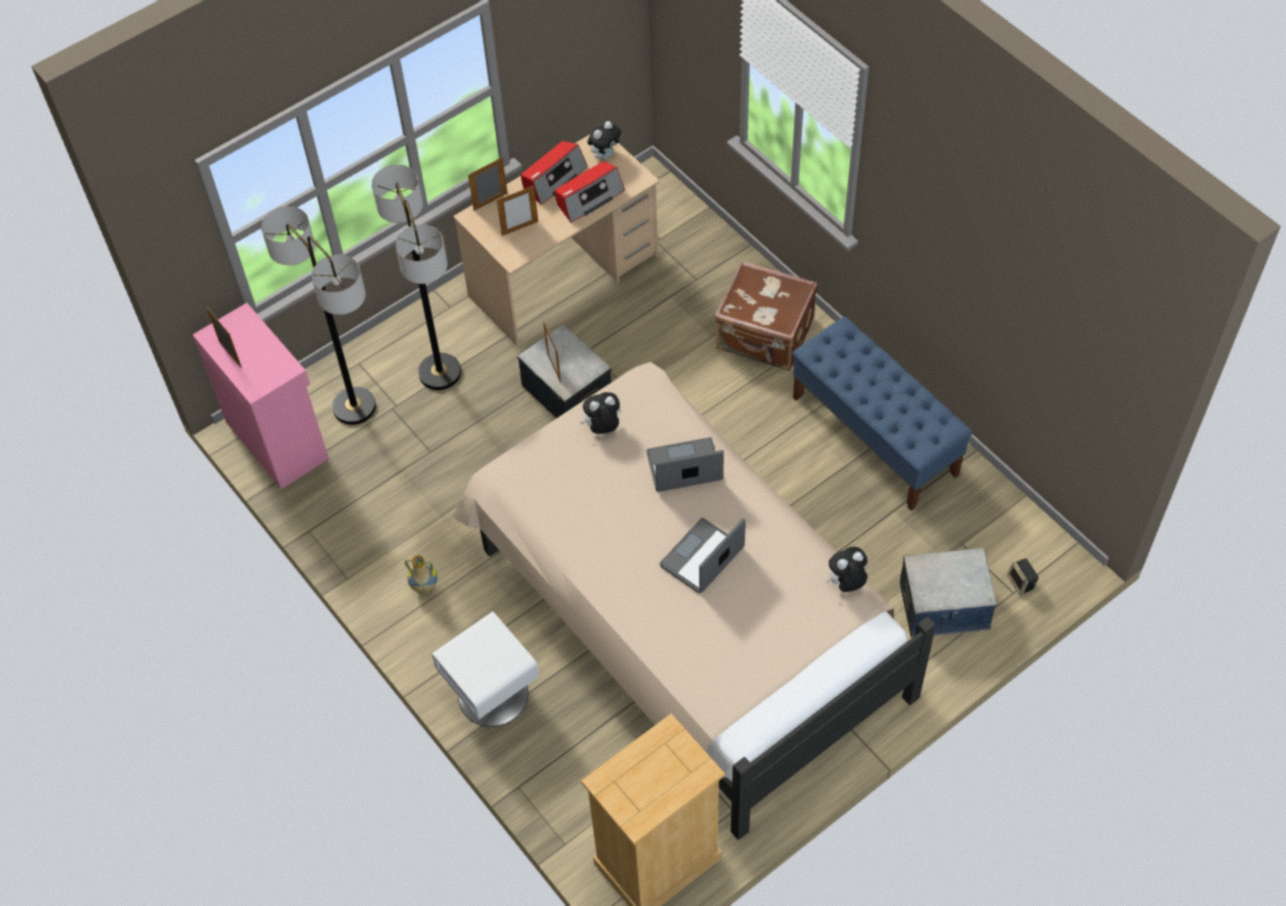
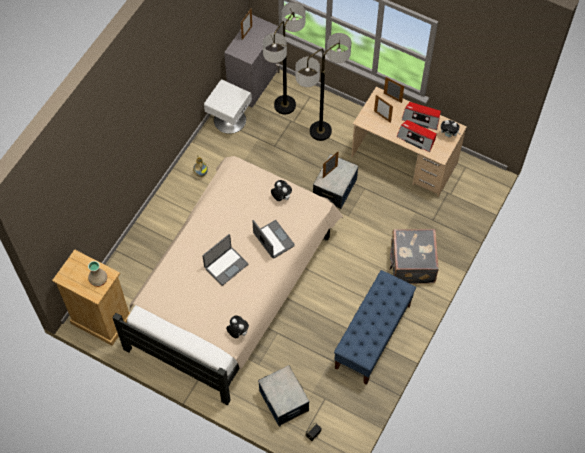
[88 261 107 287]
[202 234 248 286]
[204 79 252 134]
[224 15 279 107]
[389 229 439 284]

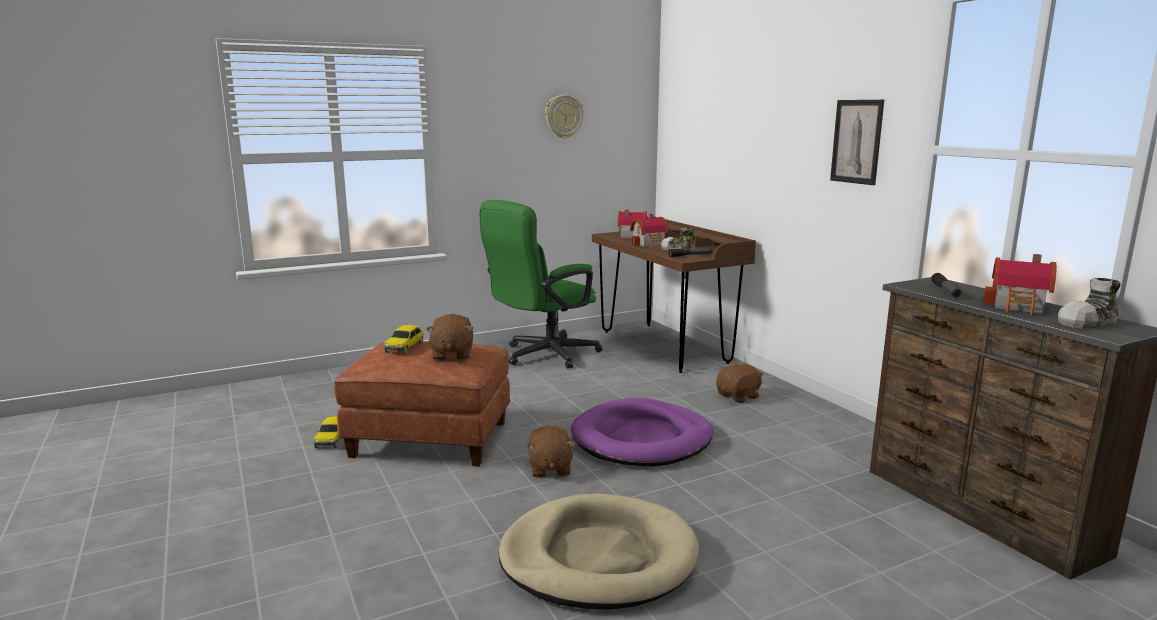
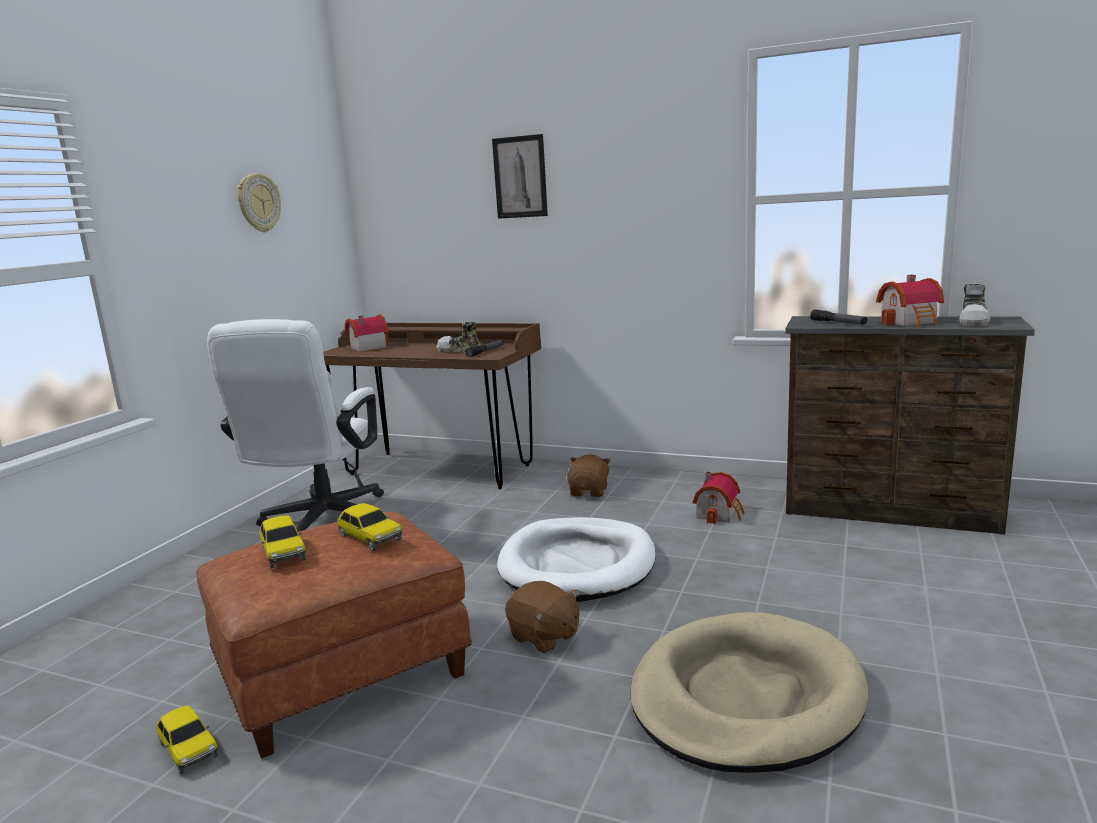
[207 319 384 532]
[337 503 402 551]
[492 134 548 219]
[497 517 656 602]
[693 471 745 524]

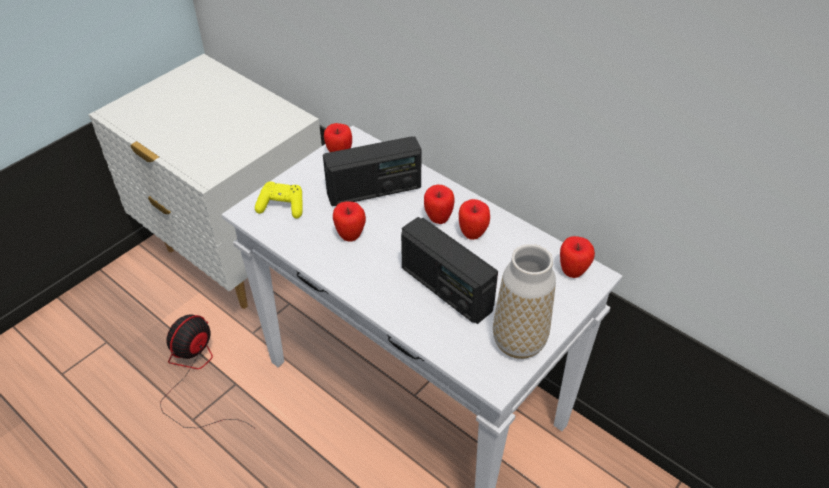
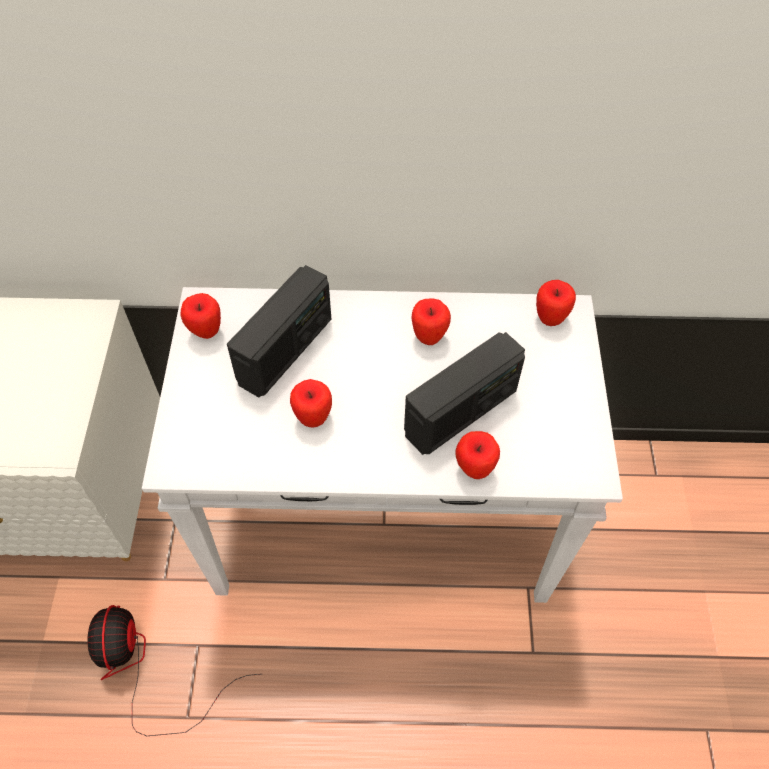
[404 332 525 455]
[456 431 500 479]
[255 181 303 219] (first image)
[493 244 556 359] (first image)

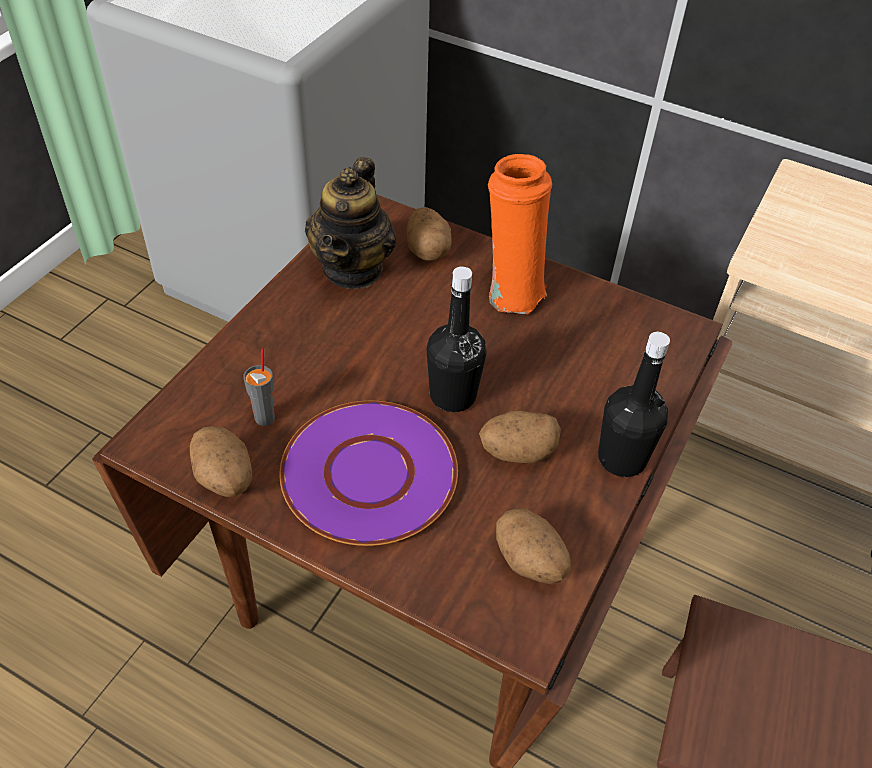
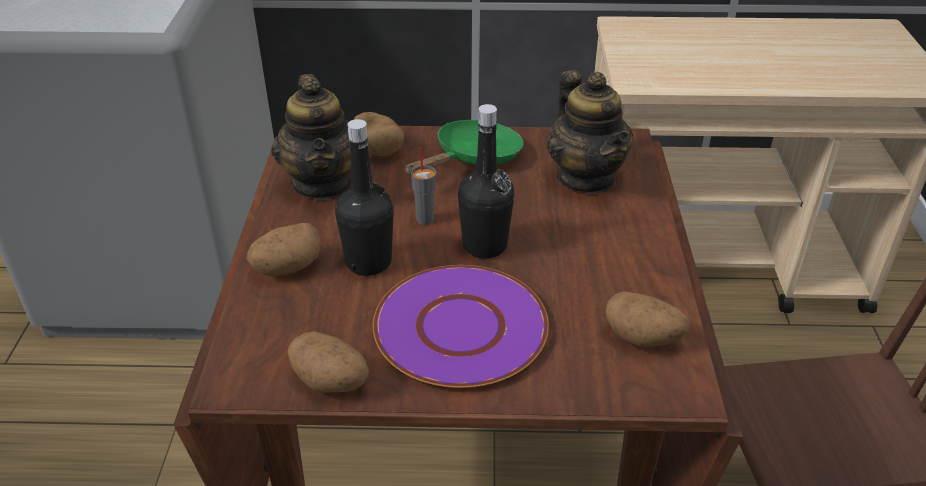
[246 223 321 277]
[335 119 394 276]
[404 120 524 175]
[411 148 436 225]
[547 70 633 194]

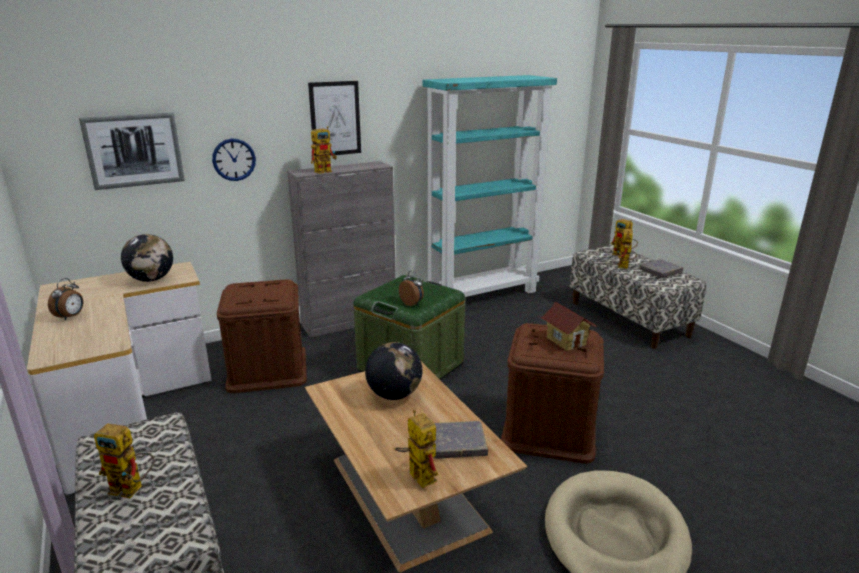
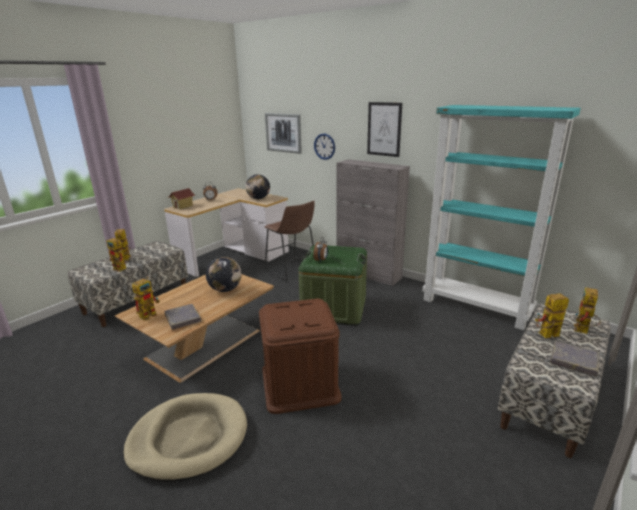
[106 238 131 272]
[168 188 195 209]
[265 201 315 281]

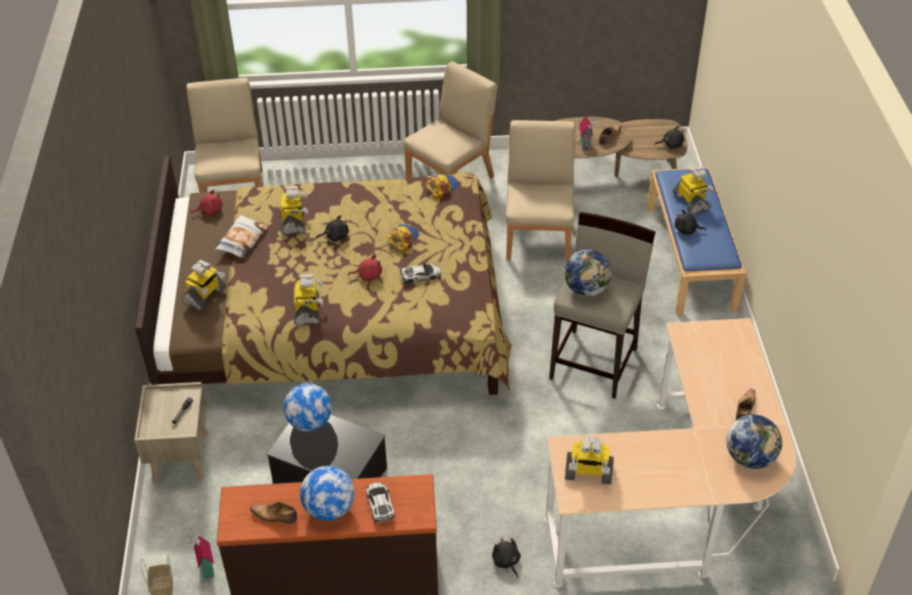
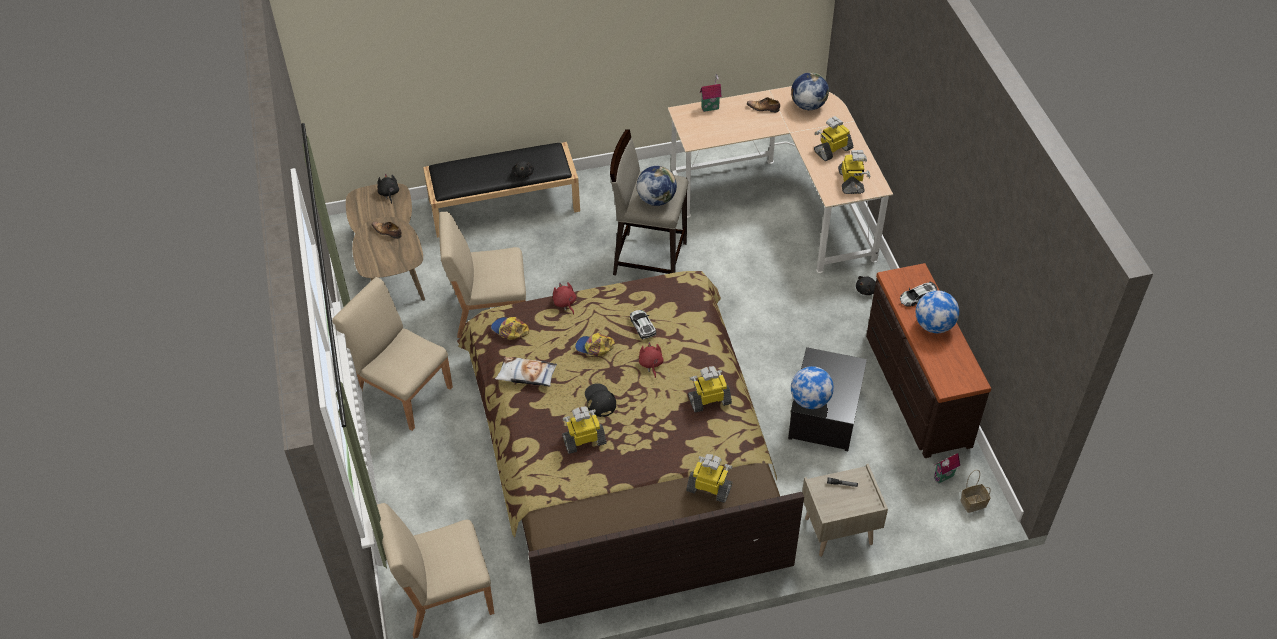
[423 142 580 238]
[495 357 557 387]
[553 282 577 314]
[585 383 616 417]
[700 74 722 112]
[814 116 854 161]
[250 502 297 524] (first image)

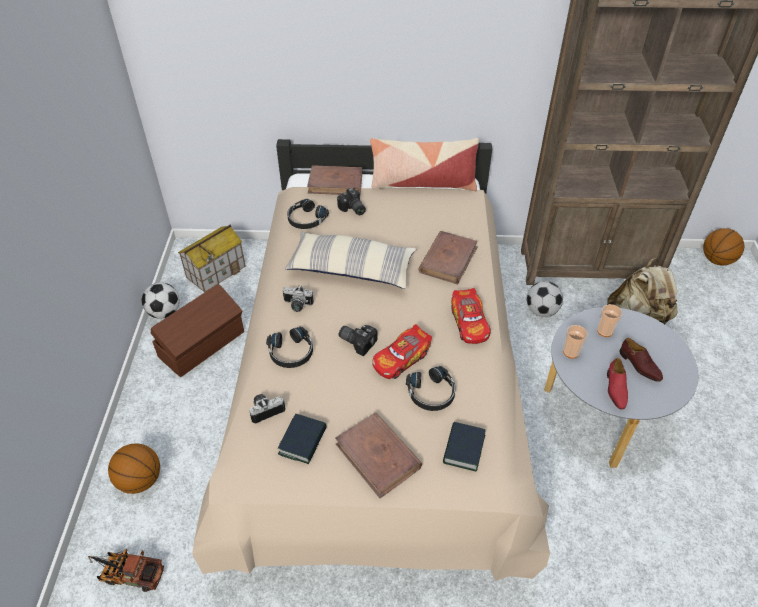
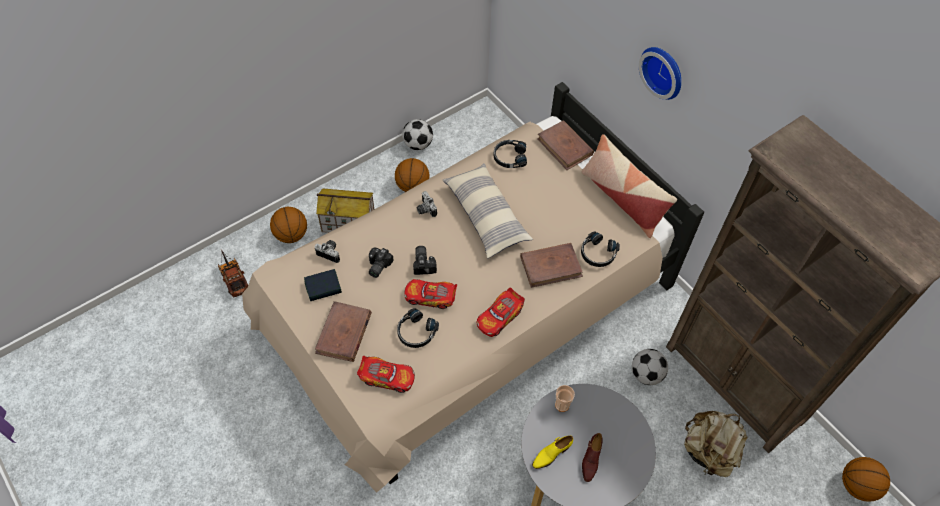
[316 188 374 233]
[357 356 415 393]
[369 248 394 278]
[395 158 429 192]
[532 436 573 469]
[581 231 620 267]
[639 47 681 100]
[597 304 622 337] (first image)

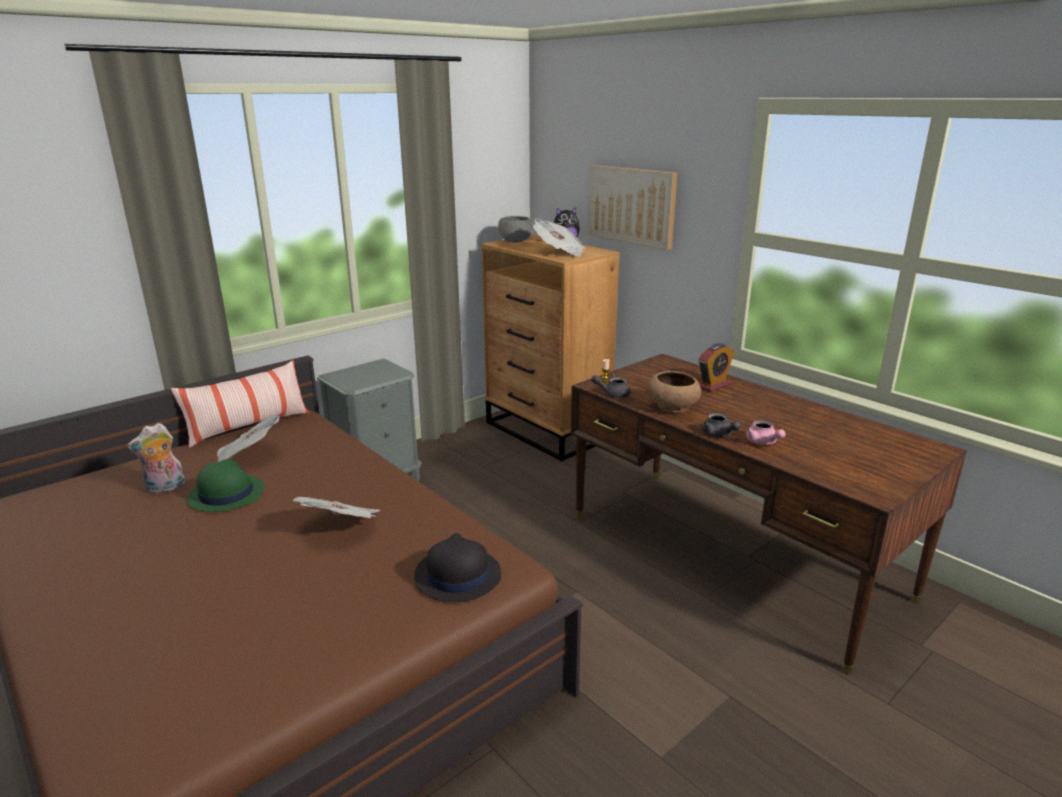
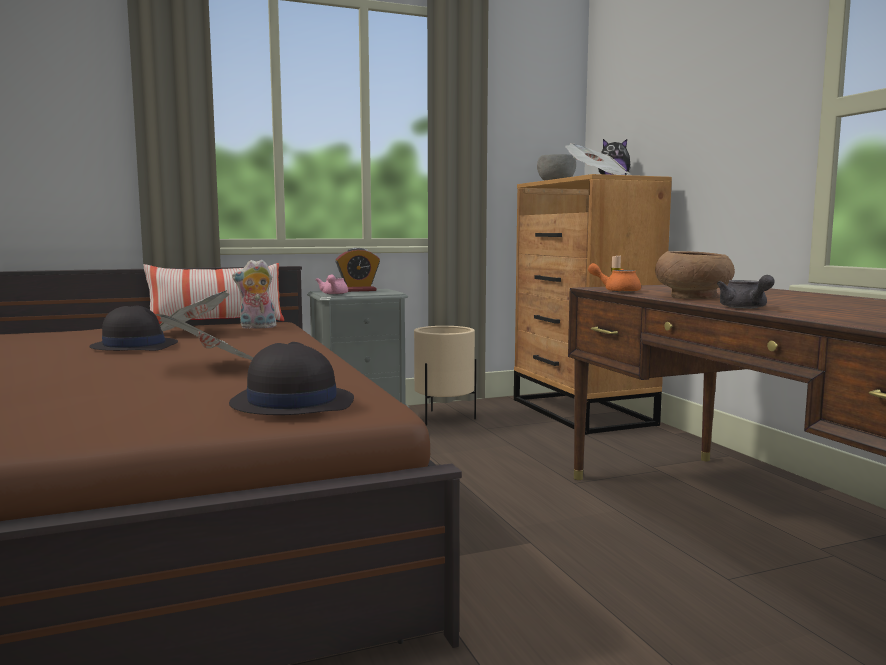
[89 306 178 351]
[232 260 278 329]
[316 275 348 295]
[335 248 380 292]
[414 326 476 426]
[588 263 641 293]
[589 165 678 250] (first image)

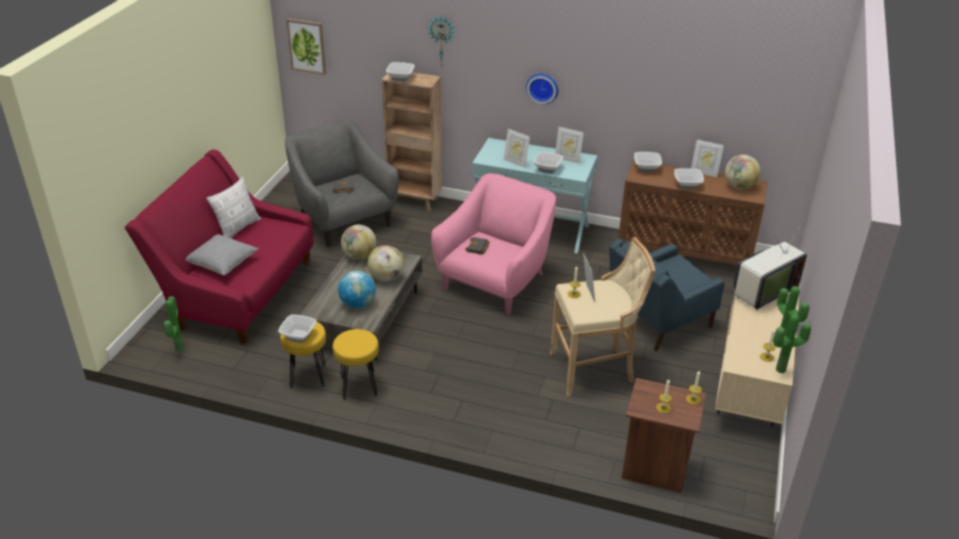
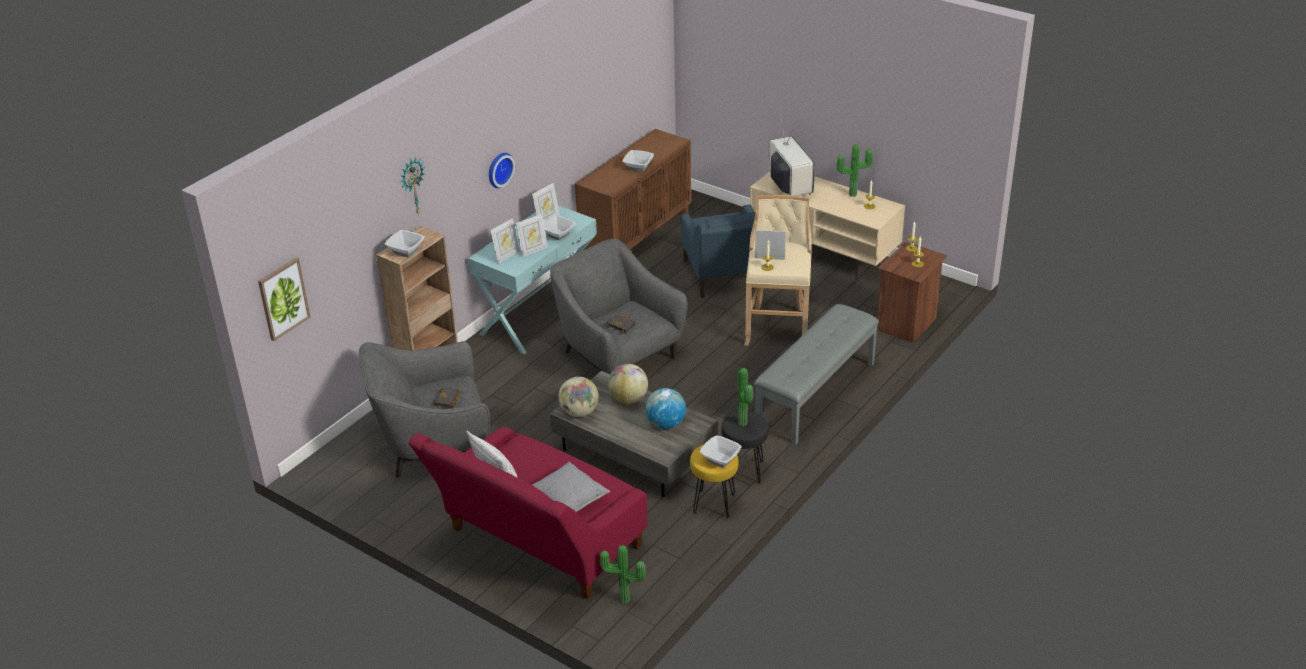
[490 218 520 264]
[550 239 687 374]
[721 411 769 484]
[737 368 753 426]
[754 304 879 445]
[634 152 662 172] (first image)
[725 155 761 189] (first image)

